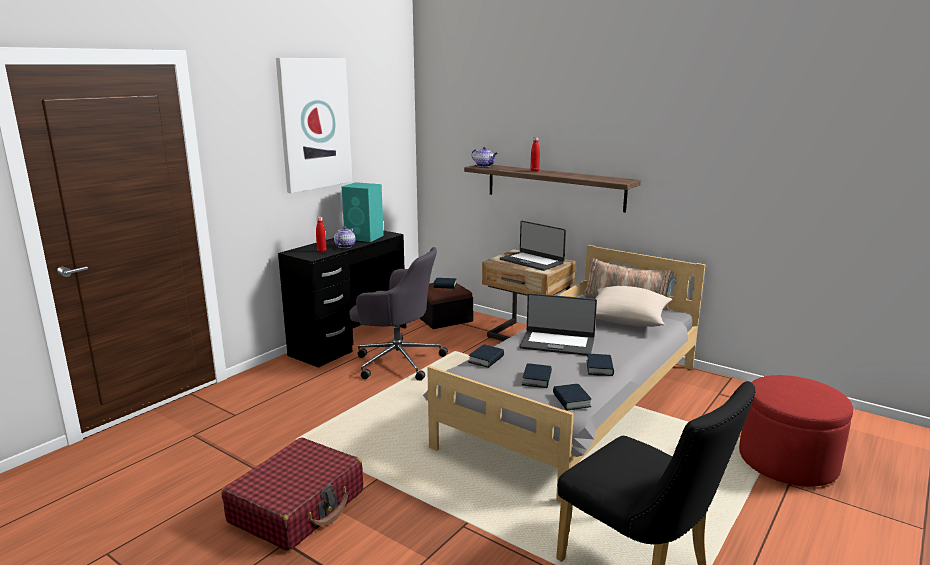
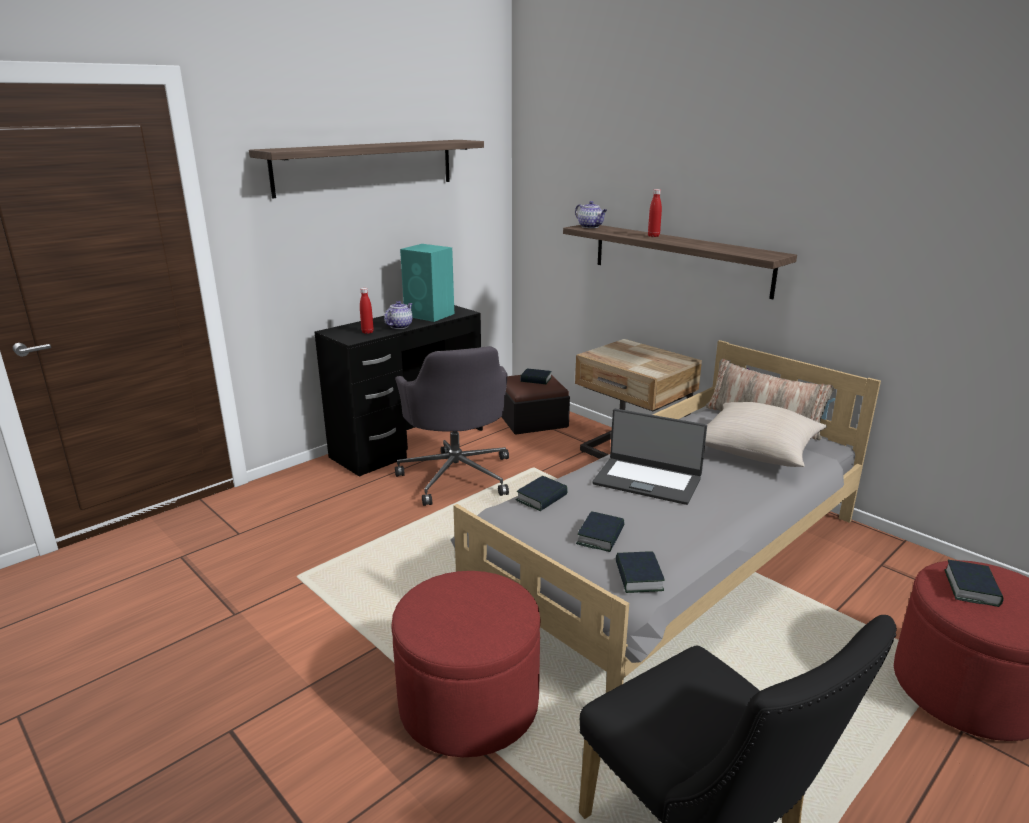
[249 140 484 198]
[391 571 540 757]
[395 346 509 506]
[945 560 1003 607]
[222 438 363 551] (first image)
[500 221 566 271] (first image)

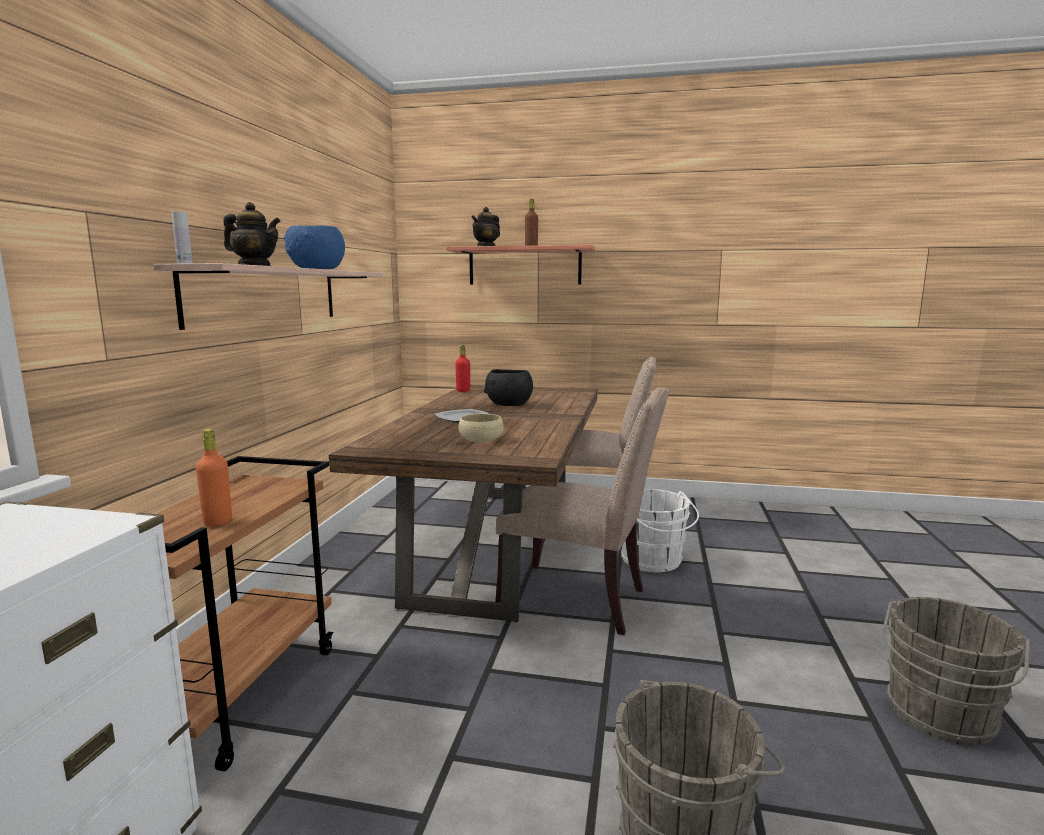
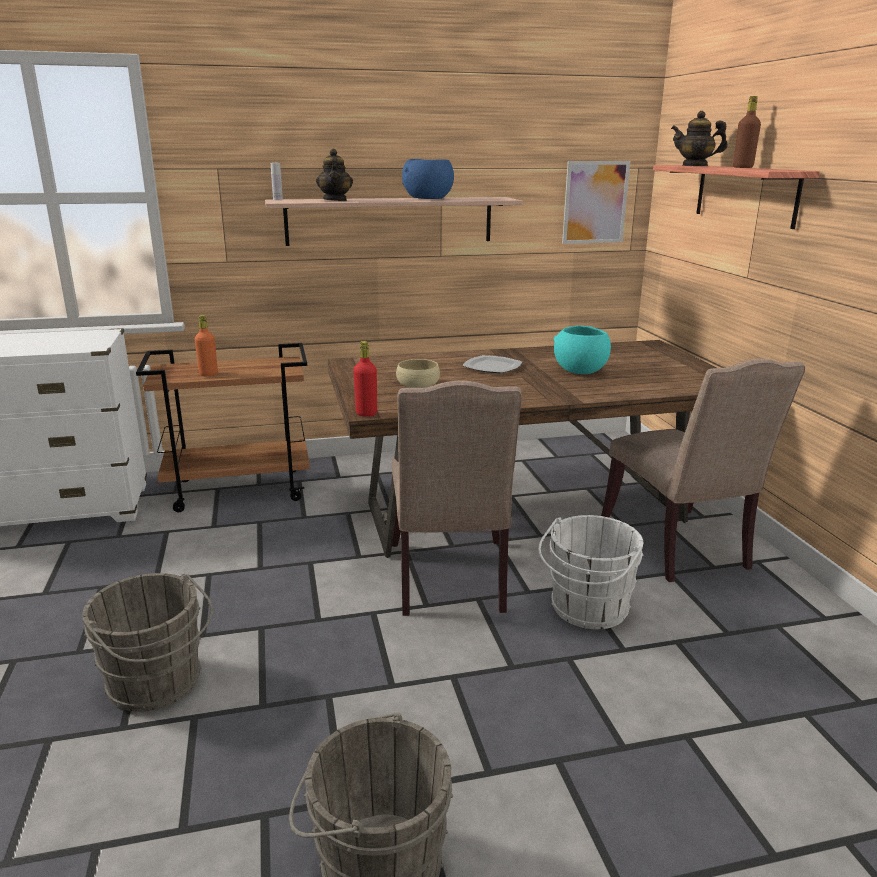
[353 341 377 417]
[553 326 611 374]
[562 161 630 244]

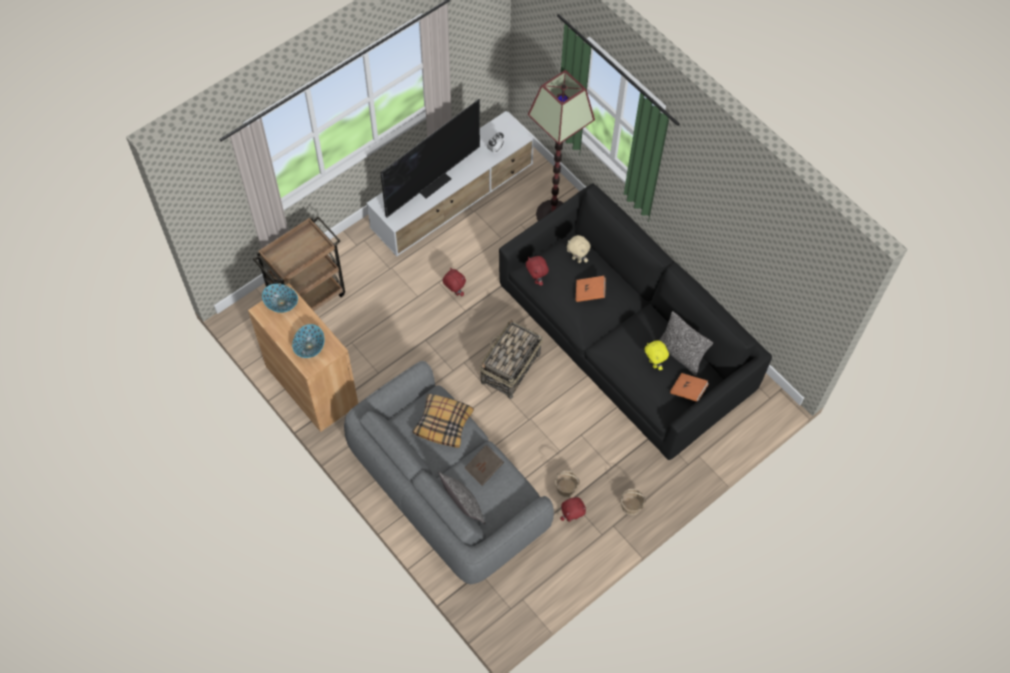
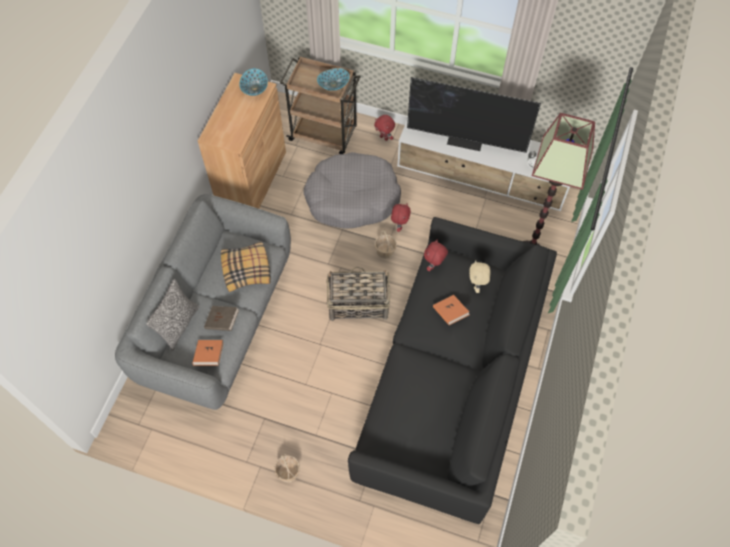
[192 340 223 366]
[303 152 401 229]
[317 68 350 91]
[374 115 395 141]
[375 230 397 259]
[644 341 669 370] (first image)
[659 311 713 376] (first image)

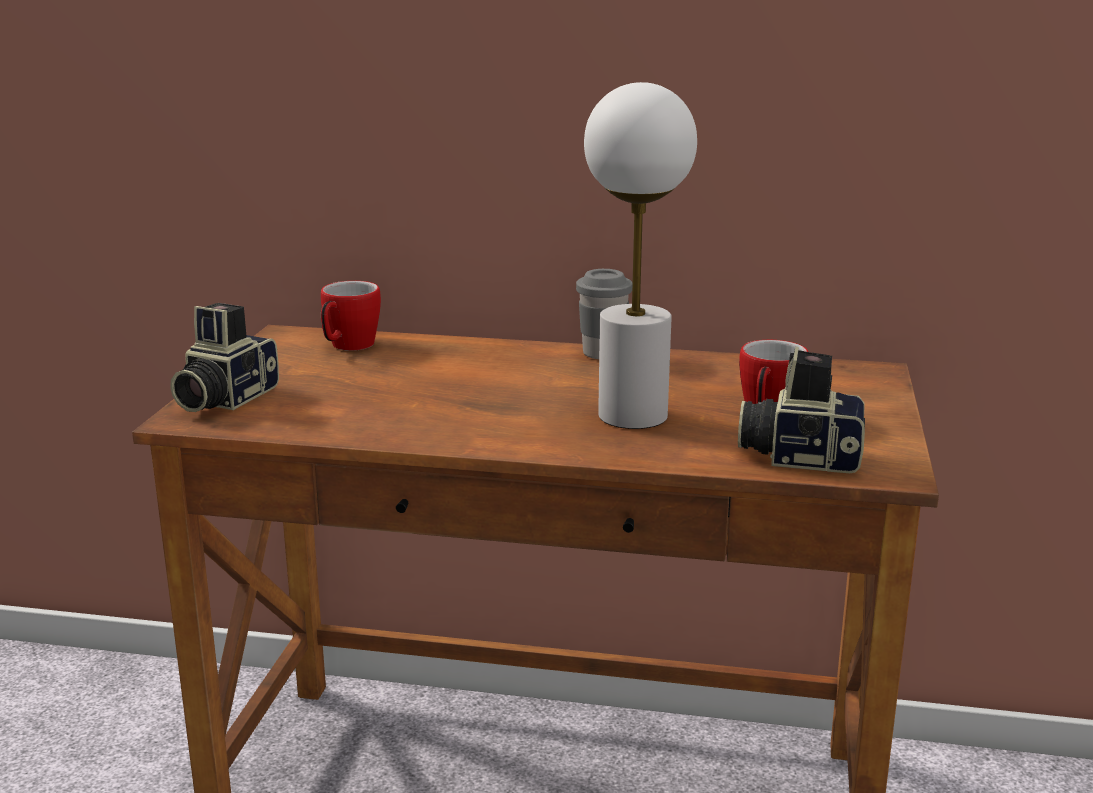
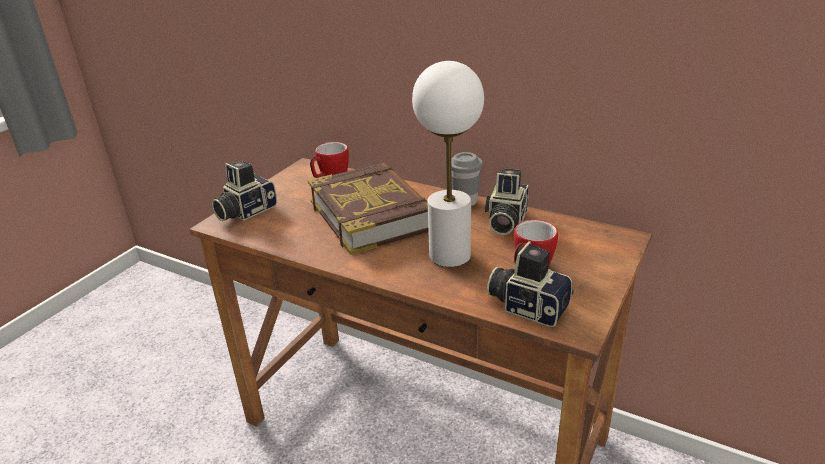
[308 163 429 255]
[485 168 529 235]

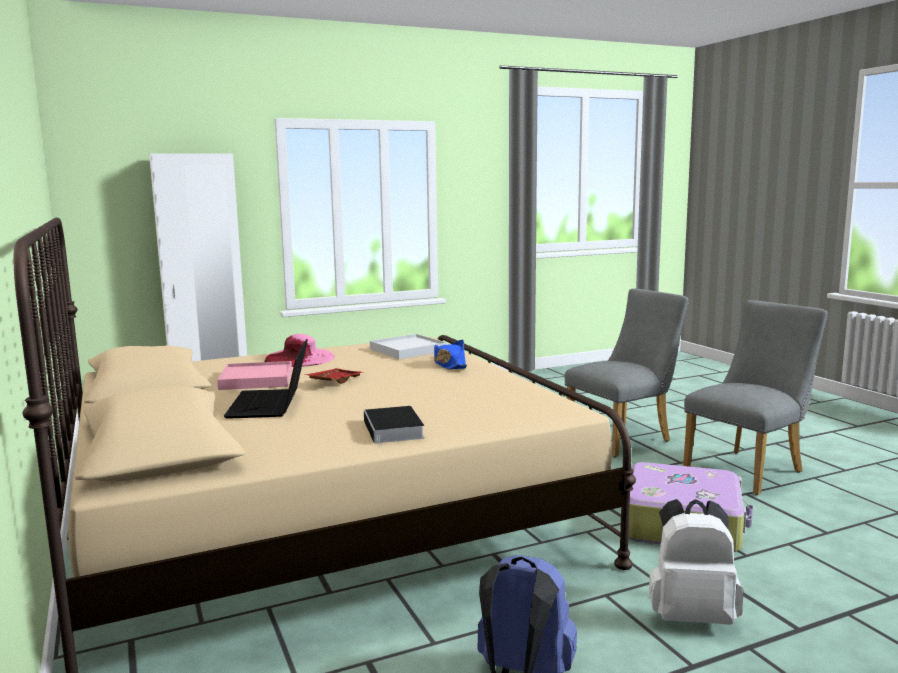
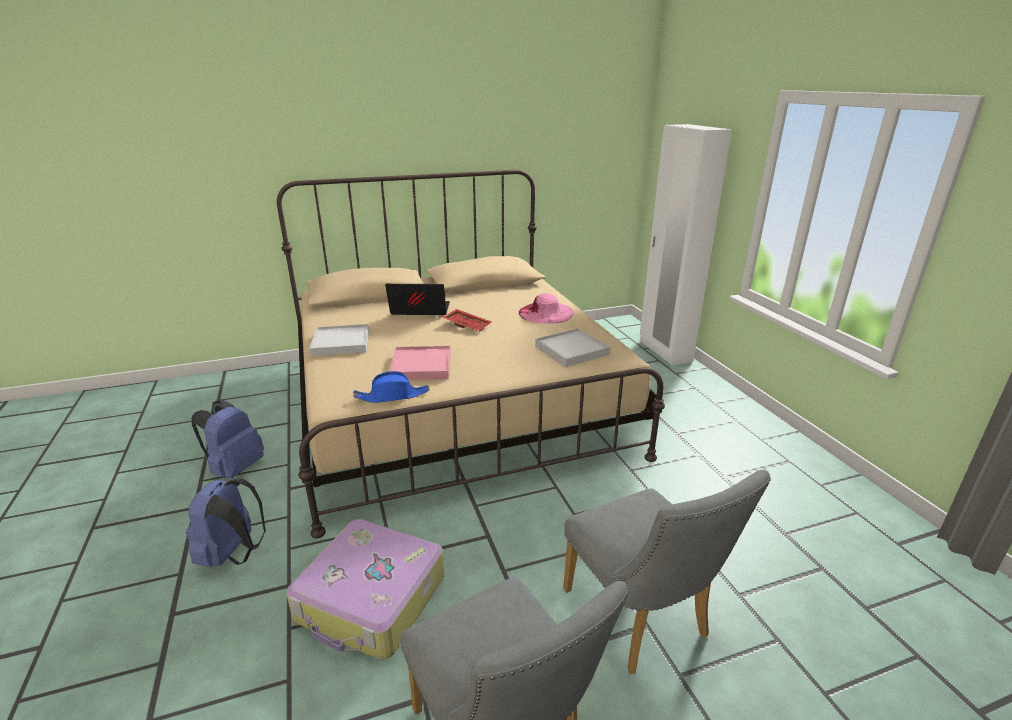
[186 478 266 567]
[309 324 369 356]
[353 371 429 403]
[389 346 451 380]

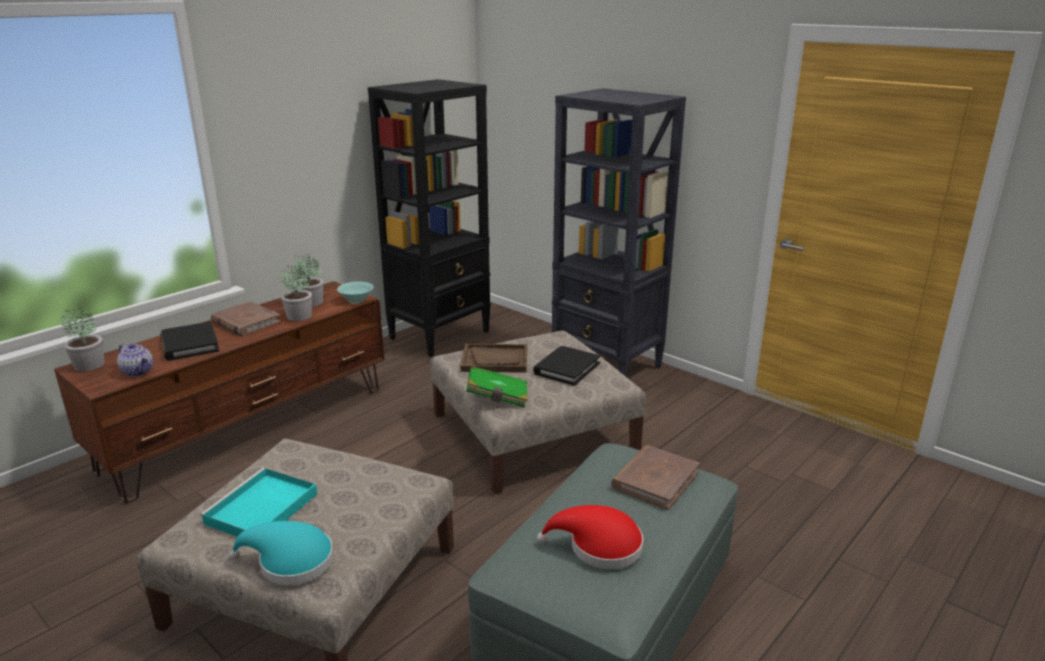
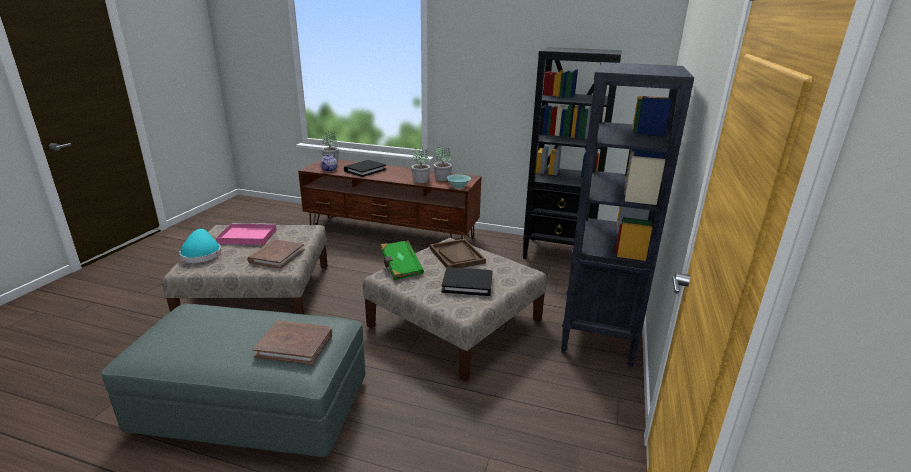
[216 223 277 245]
[247 239 304 269]
[537 505 643 569] (first image)

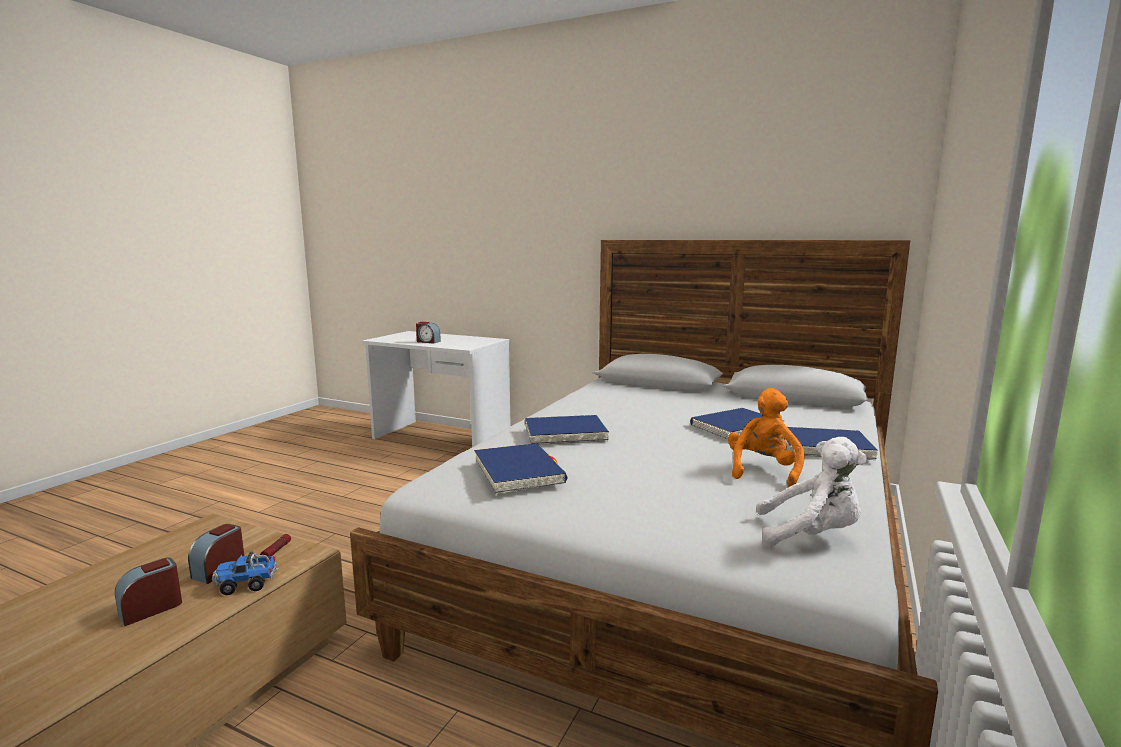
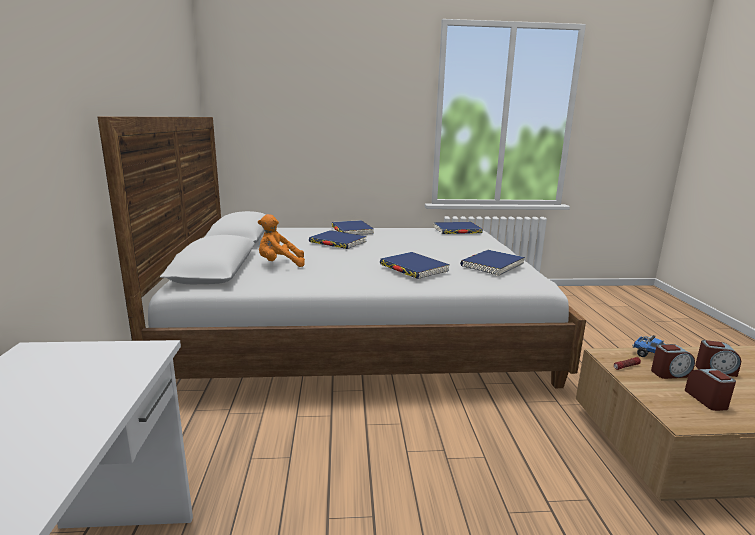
[258 214 305 267]
[434 222 483 234]
[685 369 736 411]

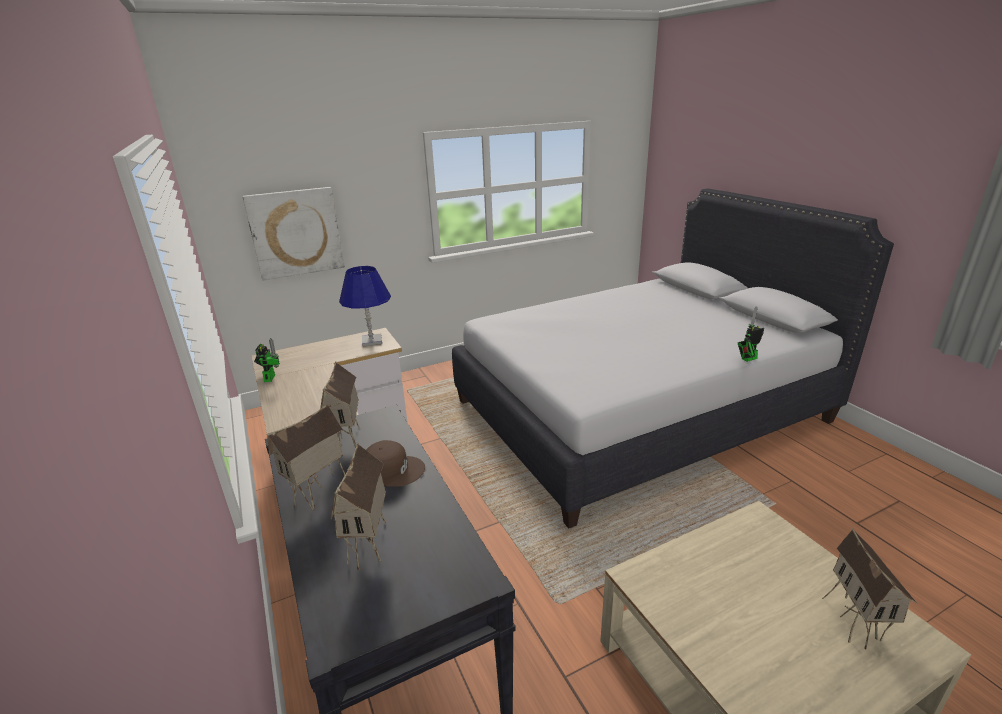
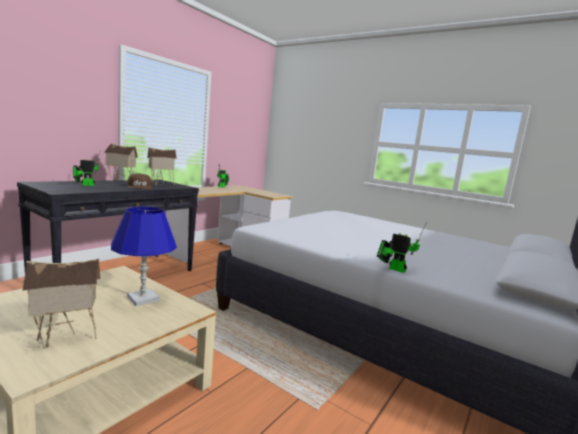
[73 149 101 186]
[111 207 177 306]
[242 187 345 280] (first image)

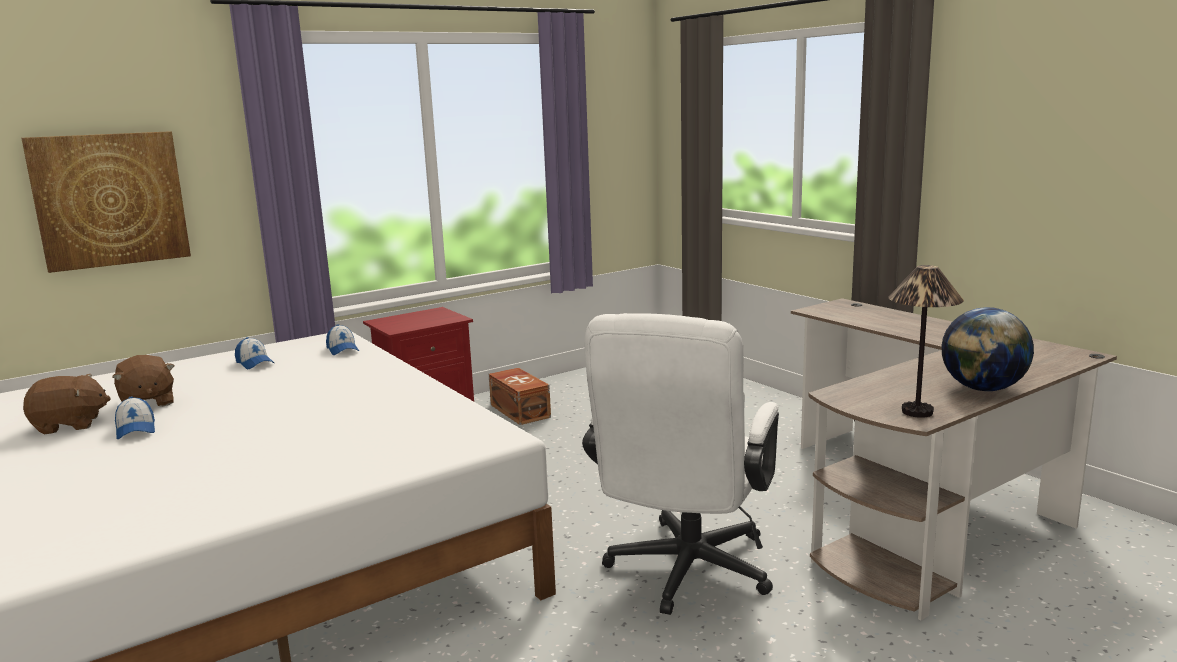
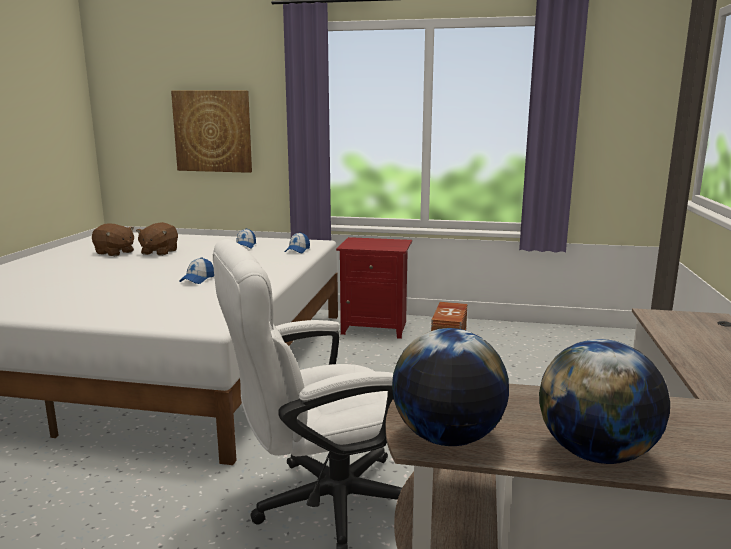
[179 257 214 284]
[392 328 509 446]

